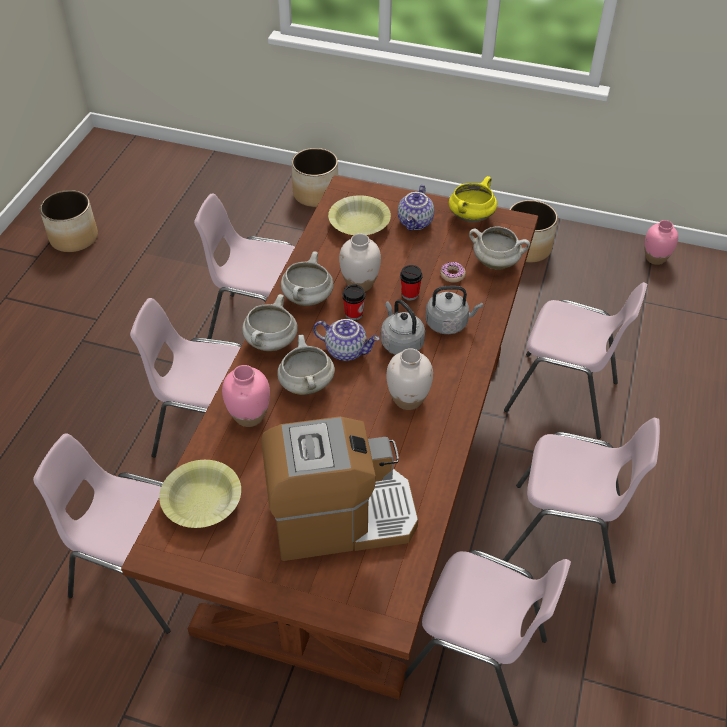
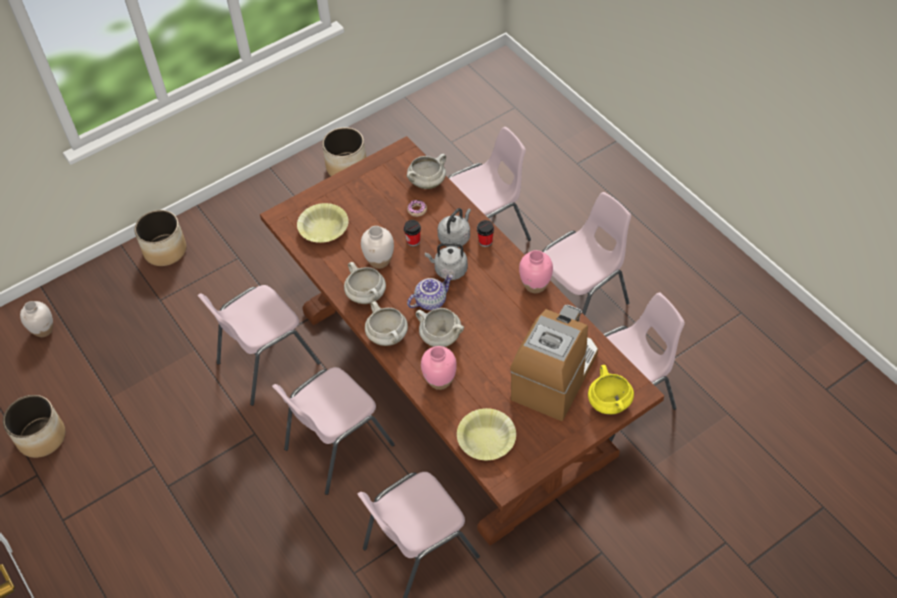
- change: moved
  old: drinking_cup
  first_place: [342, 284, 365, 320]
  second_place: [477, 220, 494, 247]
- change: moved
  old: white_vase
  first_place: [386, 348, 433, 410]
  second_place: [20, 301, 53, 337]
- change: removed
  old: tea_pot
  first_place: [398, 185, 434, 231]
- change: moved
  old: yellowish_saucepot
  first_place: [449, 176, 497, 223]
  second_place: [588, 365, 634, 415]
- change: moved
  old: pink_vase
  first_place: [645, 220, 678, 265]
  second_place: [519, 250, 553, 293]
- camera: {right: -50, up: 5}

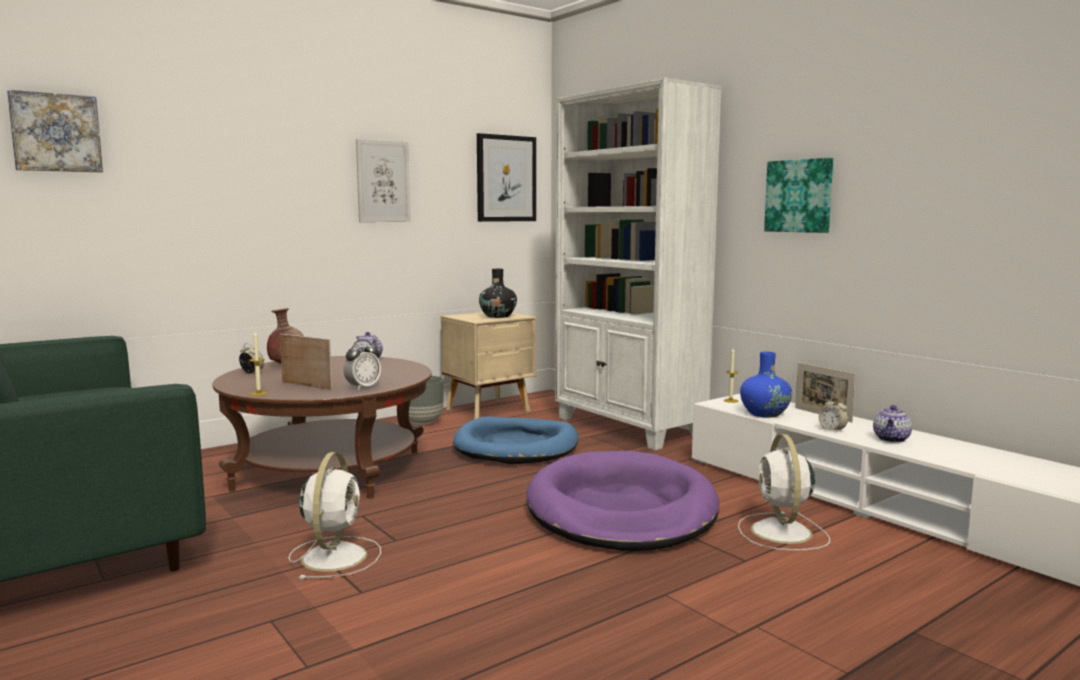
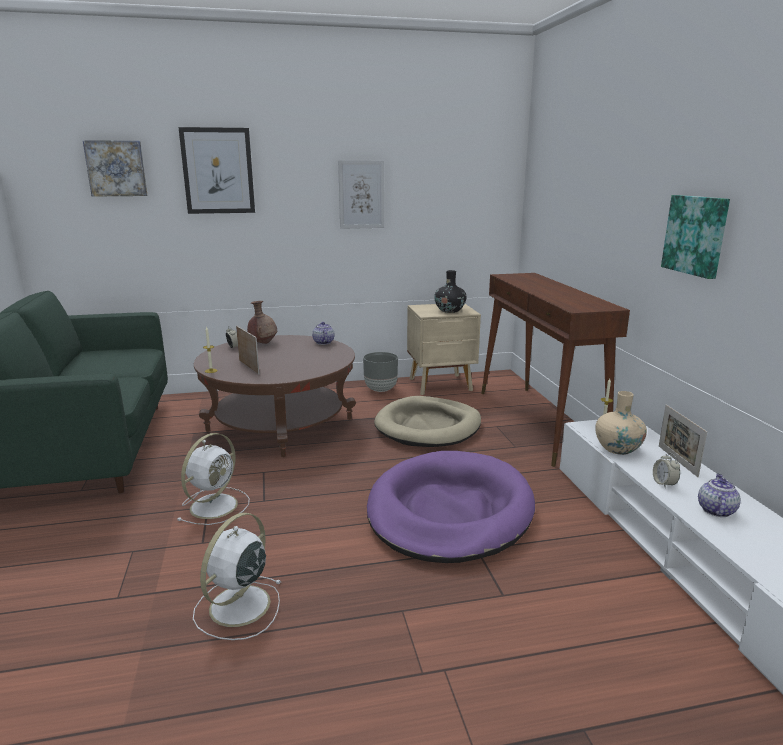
- change: removed
  old: alarm_clock
  first_place: [344, 340, 381, 390]
- change: recoloured
  old: bluish_dog_cushion
  new: sand-coloured_dog_cushion
  first_place: [453, 416, 578, 464]
  second_place: [374, 396, 481, 447]
- change: moved
  old: picture
  first_place: [477, 133, 536, 222]
  second_place: [178, 127, 255, 214]
- change: replaced
  old: white_shelving_unit
  new: brown-coloured_console_table
  first_place: [555, 78, 722, 450]
  second_place: [481, 273, 630, 467]
- change: moved
  old: white_fan
  first_place: [738, 434, 830, 551]
  second_place: [193, 512, 281, 640]
- change: recoloured
  old: bluish_vase
  new: sand-coloured_vase
  first_place: [740, 352, 792, 418]
  second_place: [595, 391, 647, 455]
- change: turned
  old: tea_pot
  first_place: [873, 405, 912, 443]
  second_place: [698, 474, 741, 517]
  degrees: 150
- camera: {right: 25, up: 10}

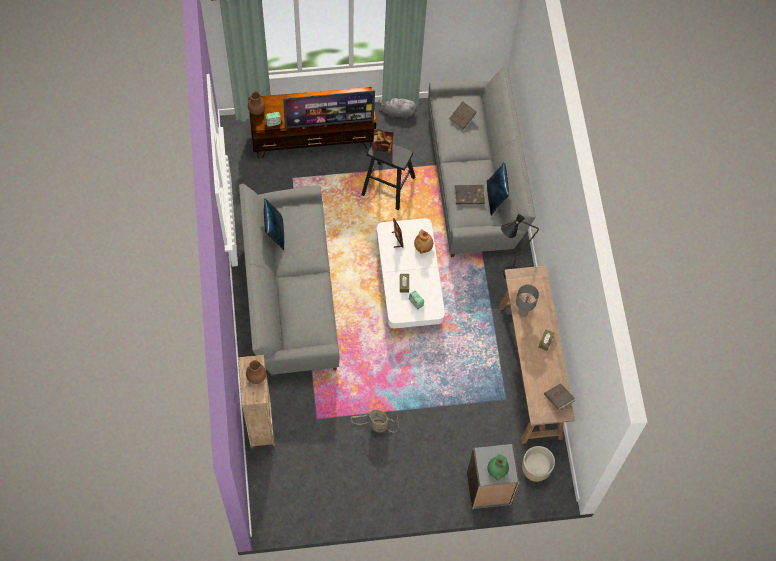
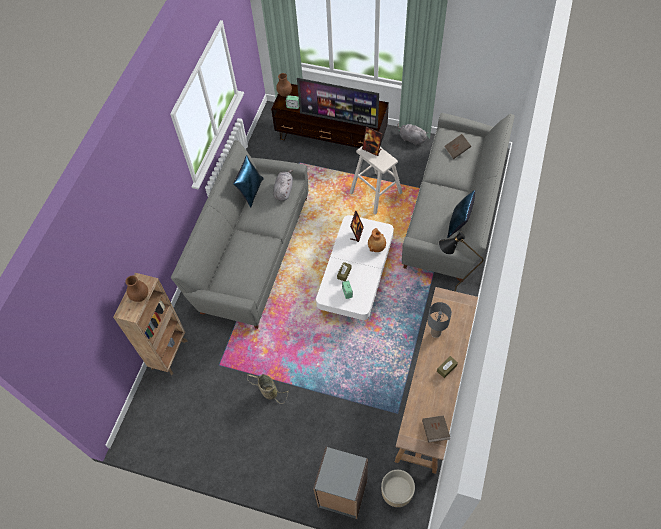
- change: recoloured
  old: black-coloured_stool
  new: sand-coloured_stool
  first_place: [361, 144, 415, 210]
  second_place: [350, 147, 403, 215]
- change: removed
  old: brown-coloured_volume
  first_place: [454, 185, 485, 204]
- change: removed
  old: green_vase
  first_place: [487, 455, 509, 481]
- change: added
  new: greyish_soft_toy
  second_place: [273, 169, 293, 201]
- camera: {right: 30, up: -5}

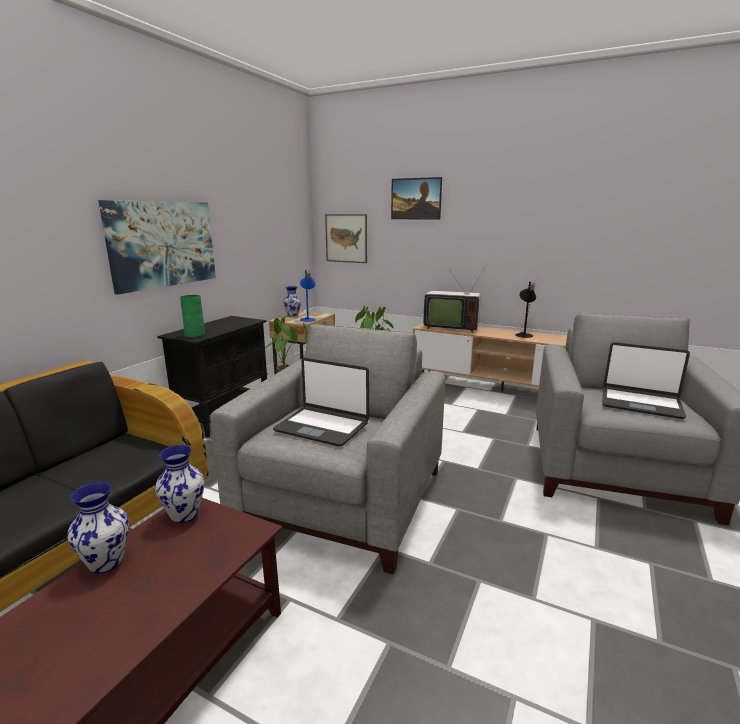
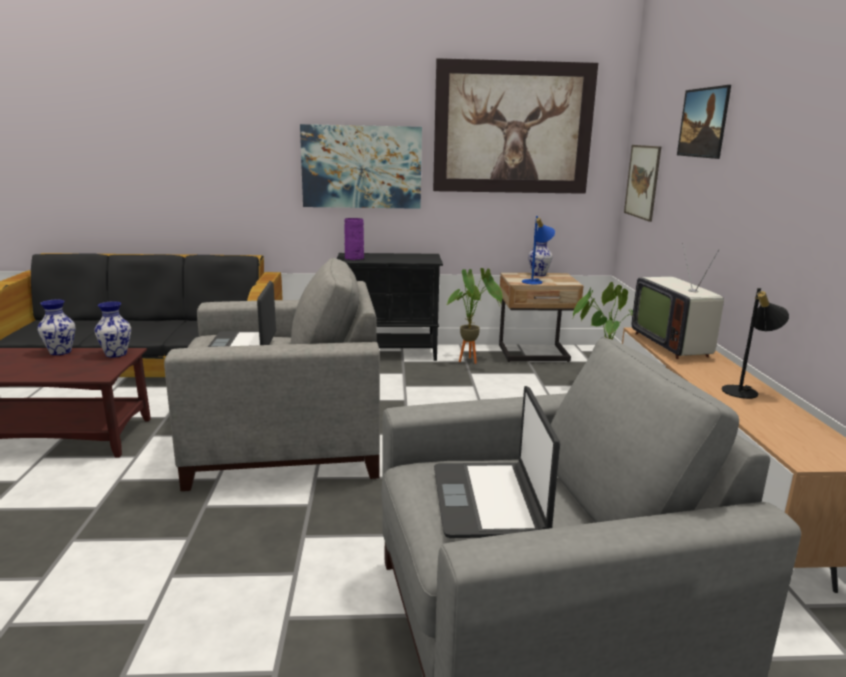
- change: recoloured
  old: green_vase
  new: purple-coloured_vase
  first_place: [180, 295, 205, 338]
  second_place: [344, 218, 364, 260]
- change: added
  new: picture
  second_place: [433, 58, 598, 194]
- camera: {right: 60, up: 0}

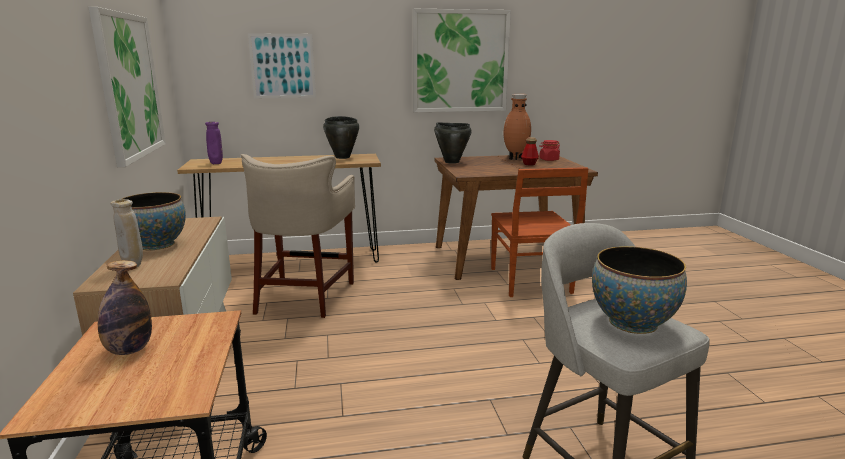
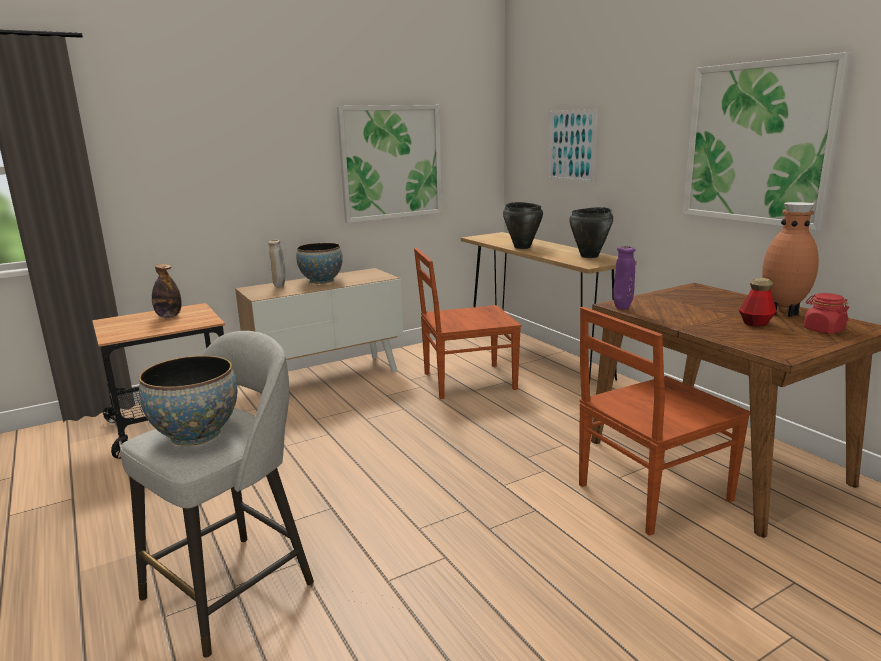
- change: moved
  old: purple-coloured_vase
  first_place: [205, 122, 223, 164]
  second_place: [613, 246, 635, 310]
- change: replaced
  old: sand-coloured_stool
  new: brown-coloured_upright_chair
  first_place: [241, 154, 355, 318]
  second_place: [414, 248, 521, 399]
- change: moved
  old: black-coloured_saucepot
  first_place: [434, 123, 472, 164]
  second_place: [503, 202, 543, 249]
- camera: {right: 70, up: 0}

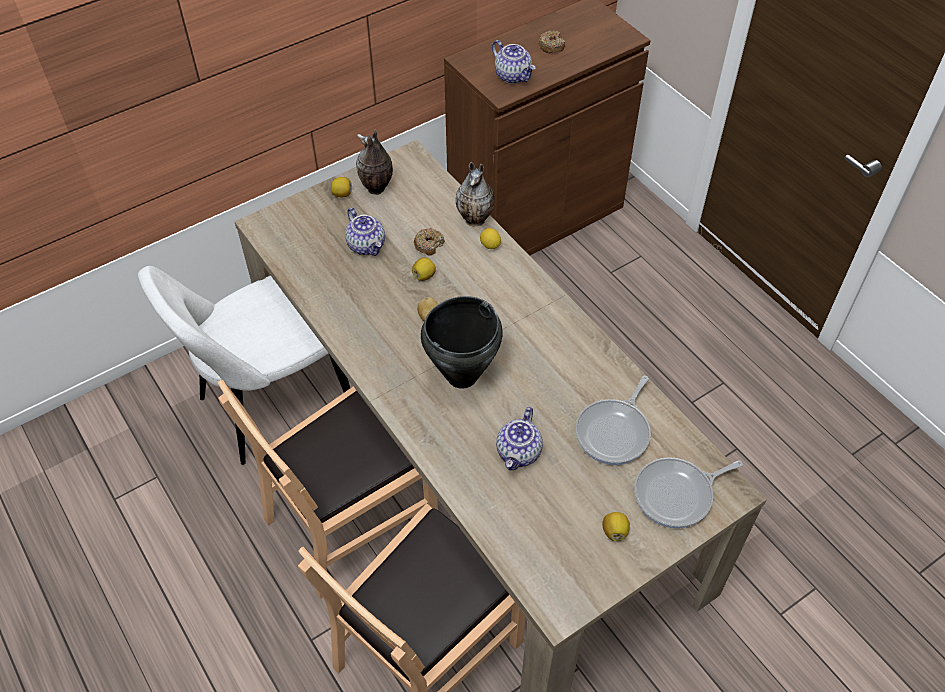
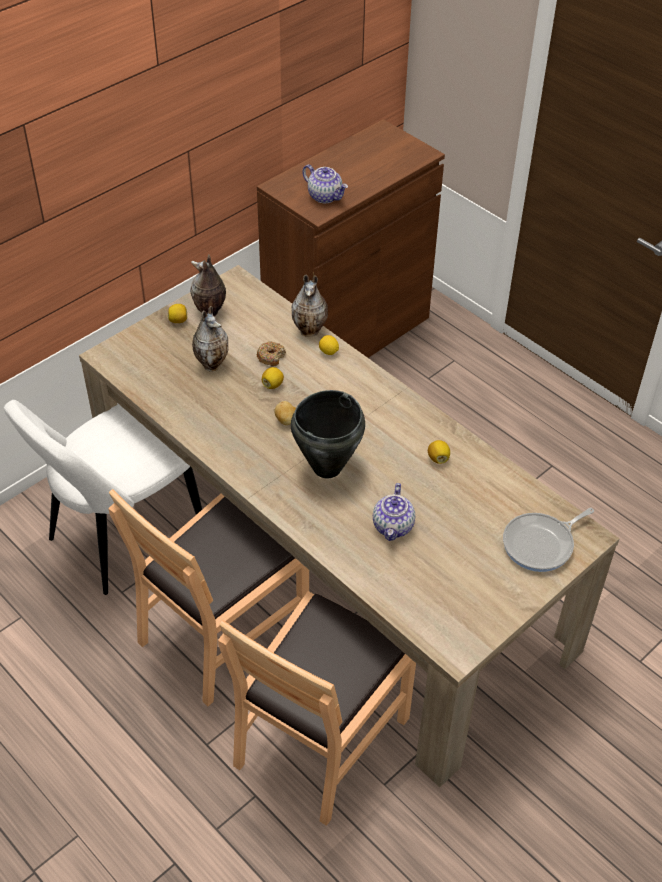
- change: replaced
  old: tea_pot
  new: vase
  first_place: [345, 208, 385, 256]
  second_place: [192, 306, 228, 372]
- change: removed
  old: doughnut
  first_place: [538, 30, 565, 53]
- change: removed
  old: frying_pan
  first_place: [576, 376, 651, 465]
- change: moved
  old: lemon
  first_place: [602, 512, 630, 541]
  second_place: [428, 440, 450, 464]
- camera: {right: -10, up: -5}

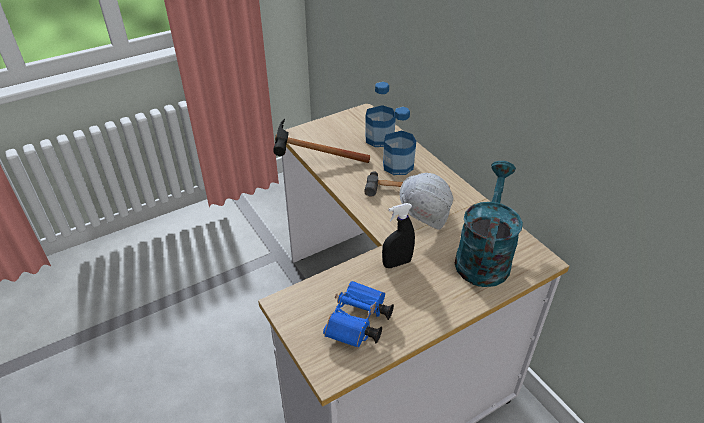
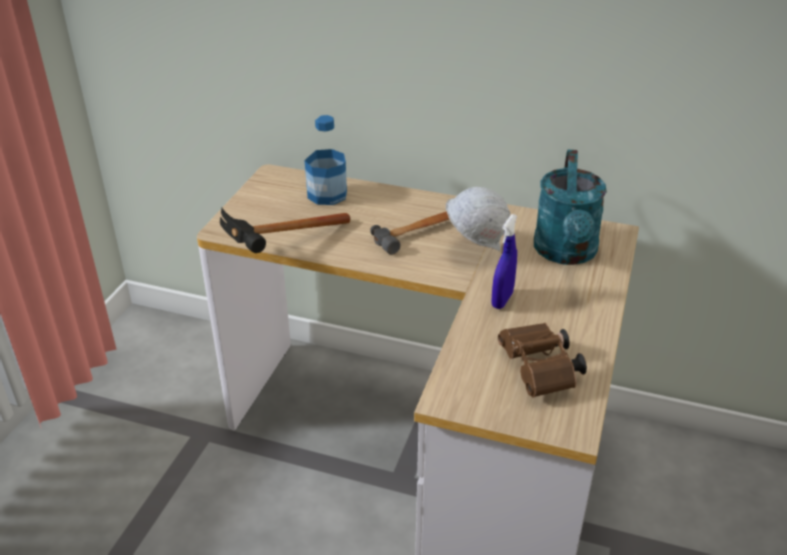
- change: recoloured
  old: bluish_field_glasses
  new: brown-coloured_field_glasses
  first_place: [323, 281, 394, 348]
  second_place: [498, 323, 587, 398]
- change: recoloured
  old: black-coloured_sprayer
  new: bluish_sprayer
  first_place: [382, 203, 415, 268]
  second_place: [491, 214, 517, 309]
- change: removed
  old: beverage_bottle
  first_place: [383, 107, 416, 175]
- change: turned
  old: turquoise-coloured_watering_pot
  first_place: [455, 161, 523, 287]
  second_place: [534, 150, 607, 265]
  degrees: -150
- camera: {right: -40, up: -5}

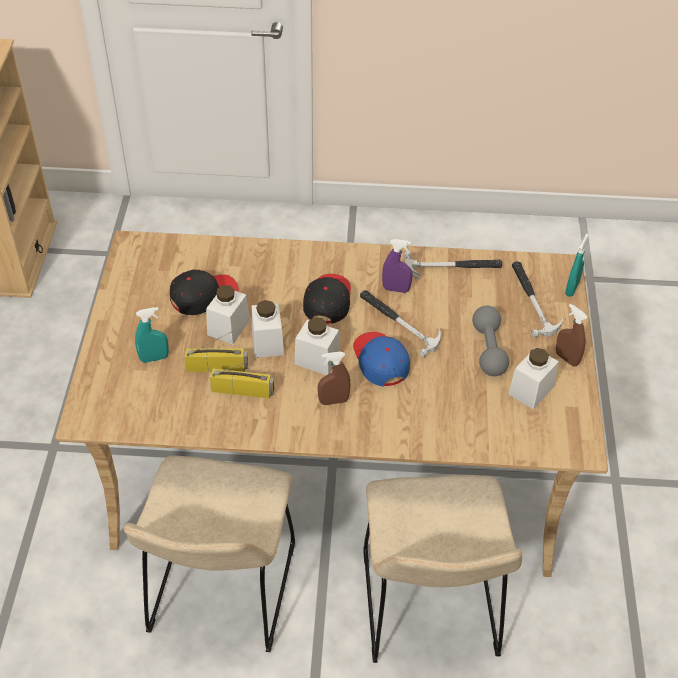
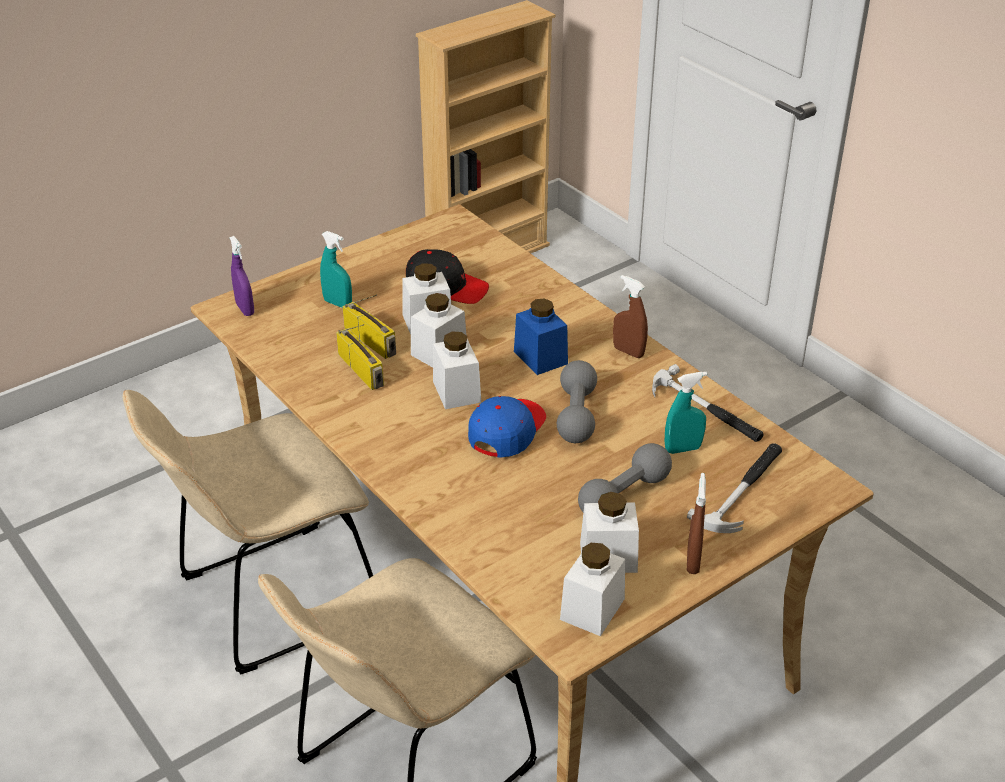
- change: replaced
  old: black-coloured_peaked_cap
  new: bluish_jar
  first_place: [303, 274, 351, 324]
  second_place: [514, 299, 568, 375]
- change: moved
  old: brown-coloured_sprayer
  first_place: [318, 352, 351, 405]
  second_place: [613, 275, 648, 358]
- change: replaced
  old: tool_hammer
  new: greyish_hand_weight
  first_place: [360, 290, 441, 357]
  second_place: [557, 360, 597, 443]
- change: moved
  old: purple-coloured_sprayer
  first_place: [382, 239, 412, 293]
  second_place: [230, 236, 254, 316]
- change: moved
  old: turquoise-coloured_sprayer
  first_place: [565, 233, 589, 297]
  second_place: [665, 372, 707, 454]
- change: added
  new: white_jar
  second_place: [560, 543, 625, 636]
- camera: {right: 50, up: -10}

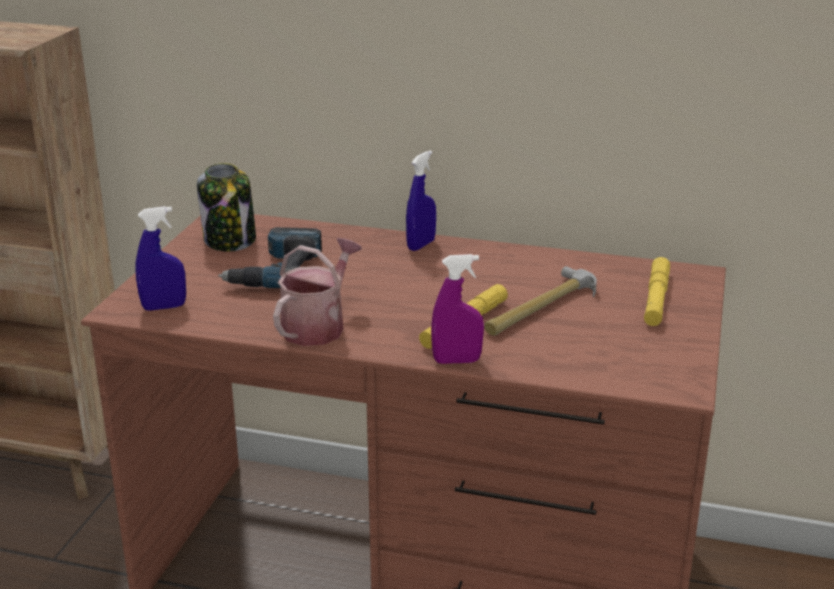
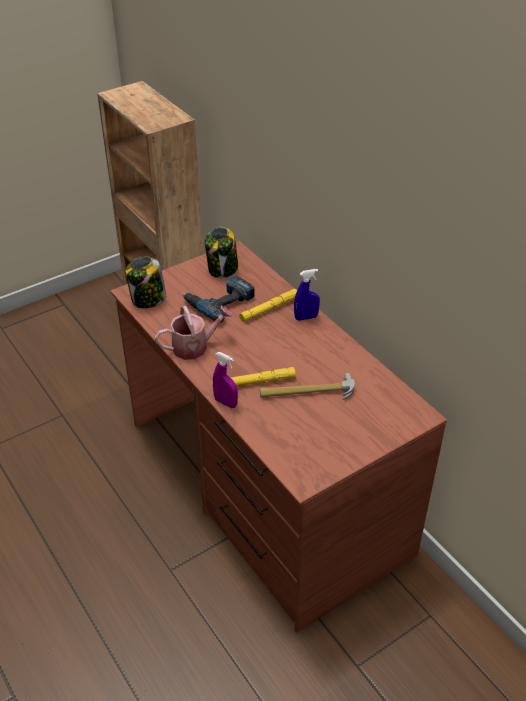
- change: replaced
  old: bluish_sprayer
  new: jar
  first_place: [135, 206, 186, 311]
  second_place: [125, 256, 166, 309]
- change: moved
  old: yellowish_hand_torch
  first_place: [644, 257, 670, 326]
  second_place: [239, 289, 297, 322]
- camera: {right: 40, up: 15}

